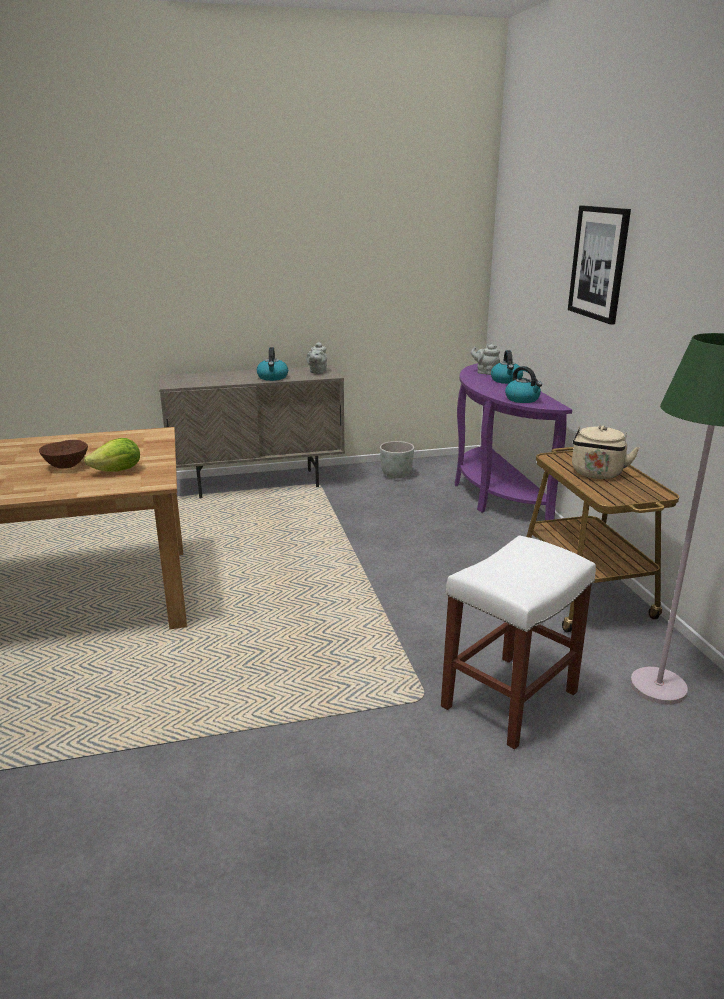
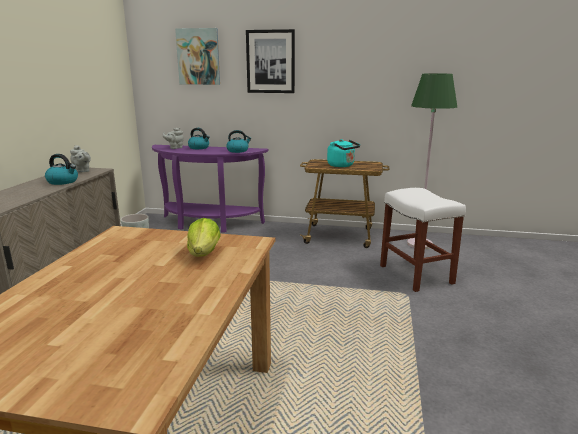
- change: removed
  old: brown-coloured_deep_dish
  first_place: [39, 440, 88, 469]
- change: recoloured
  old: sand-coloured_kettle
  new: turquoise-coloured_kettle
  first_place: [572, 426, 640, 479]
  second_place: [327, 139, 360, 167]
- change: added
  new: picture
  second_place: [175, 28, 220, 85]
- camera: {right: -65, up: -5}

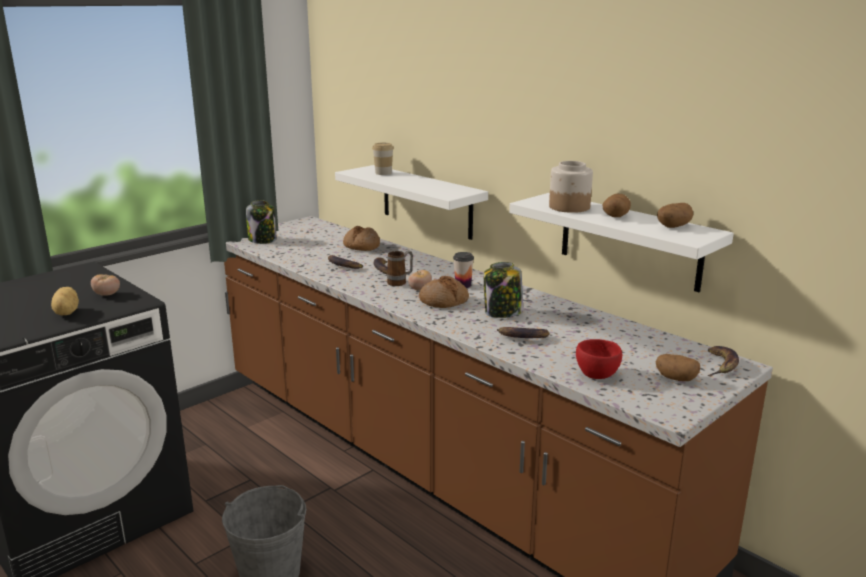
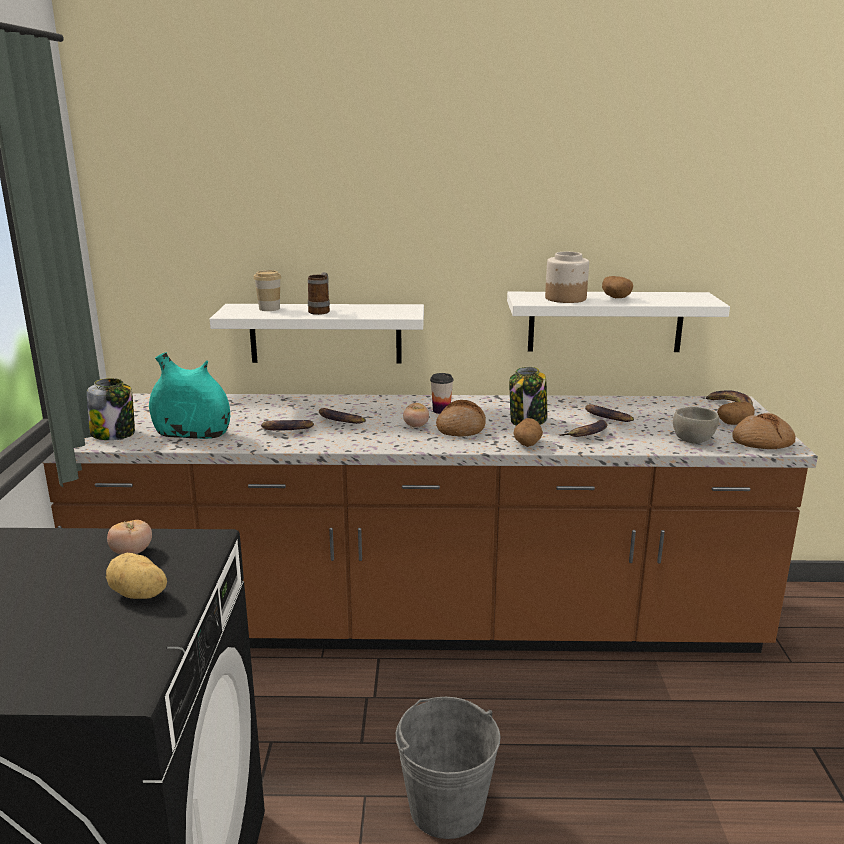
- change: moved
  old: bread
  first_place: [343, 226, 380, 251]
  second_place: [732, 413, 796, 449]
- change: moved
  old: mug
  first_place: [387, 250, 413, 286]
  second_place: [308, 272, 330, 315]
- change: recoloured
  old: reddish_deep_dish
  new: greyish_deep_dish
  first_place: [576, 339, 622, 379]
  second_place: [673, 407, 719, 444]
- change: moved
  old: spud
  first_place: [657, 203, 693, 228]
  second_place: [513, 418, 543, 447]
- change: added
  new: turquoise-coloured_vase
  second_place: [149, 352, 230, 439]
- change: added
  new: banana
  second_place: [585, 404, 634, 422]
- camera: {right: -45, up: 0}

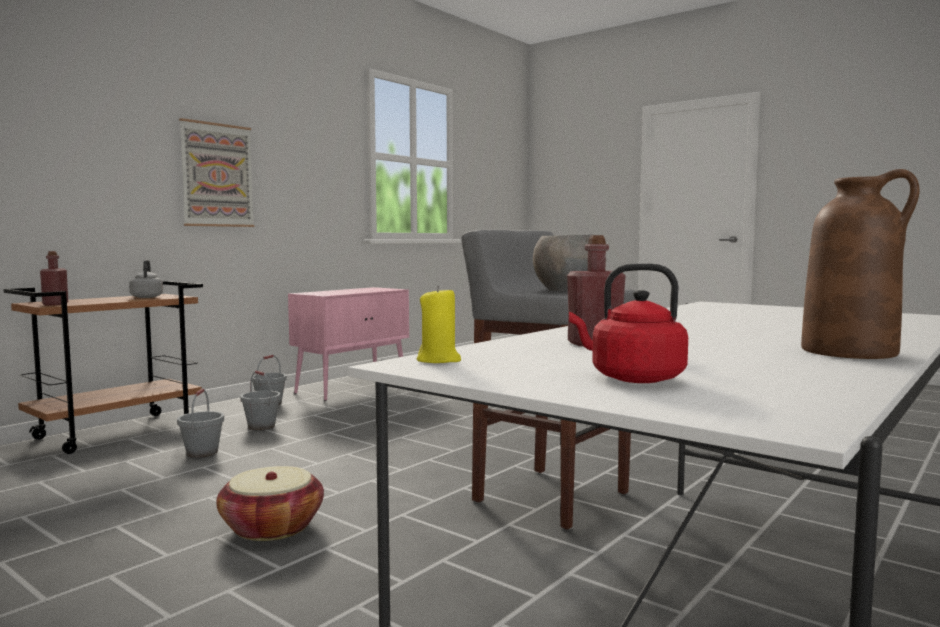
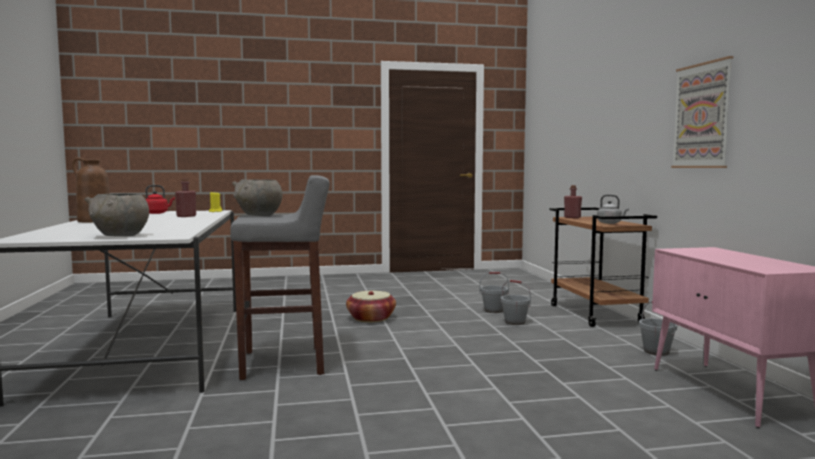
- change: moved
  old: greyish_bucket
  first_place: [240, 371, 281, 430]
  second_place: [479, 272, 509, 313]
- change: added
  new: greyish_deep_dish
  second_place: [84, 194, 149, 237]
- camera: {right: 130, up: 0}

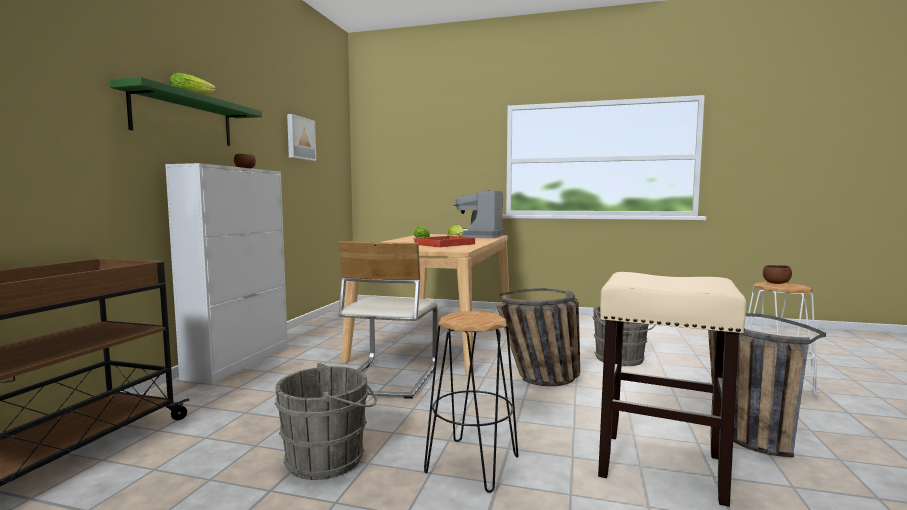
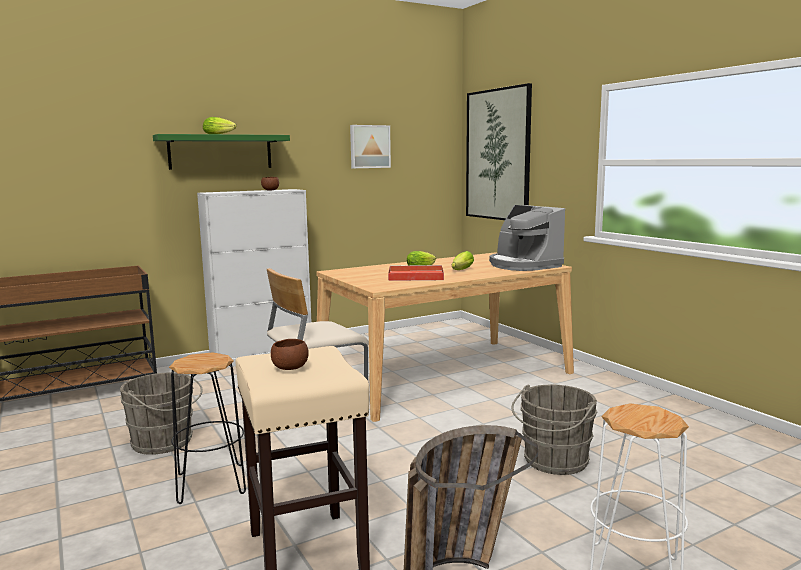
- change: turned
  old: coffee_machine
  first_place: [454, 190, 505, 238]
  second_place: [489, 205, 565, 271]
  degrees: -90
- change: removed
  old: basket
  first_place: [497, 288, 580, 386]
- change: moved
  old: brown-coloured_deep_dish
  first_place: [763, 265, 792, 284]
  second_place: [271, 339, 309, 370]
- change: added
  new: picture
  second_place: [466, 83, 532, 220]
- camera: {right: 45, up: 5}

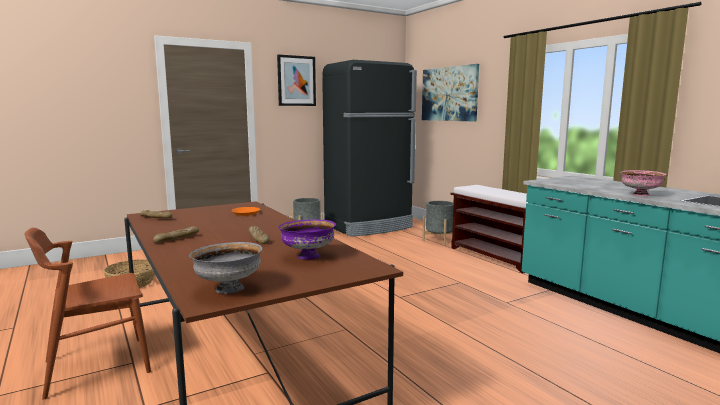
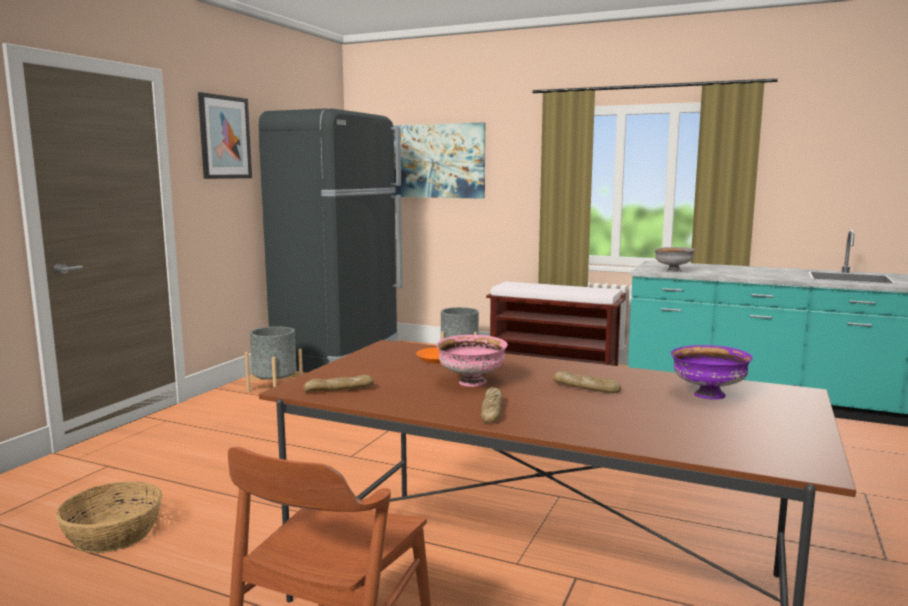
- change: moved
  old: greyish_deep_dish
  first_place: [189, 242, 262, 294]
  second_place: [654, 247, 695, 272]
- change: moved
  old: pink_deep_dish
  first_place: [620, 170, 666, 196]
  second_place: [436, 335, 508, 387]
- camera: {right: -35, up: 0}

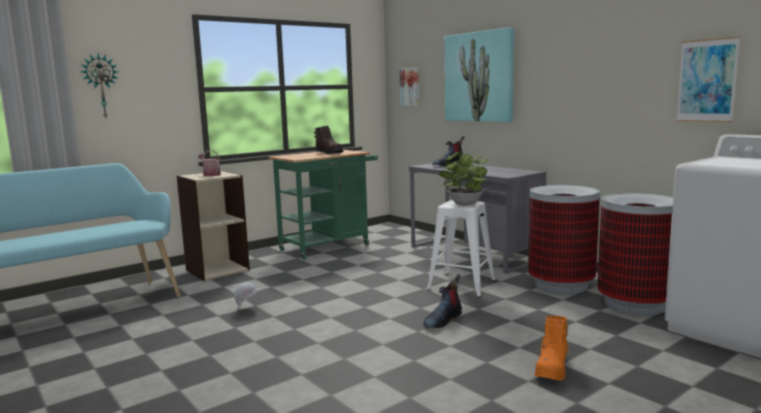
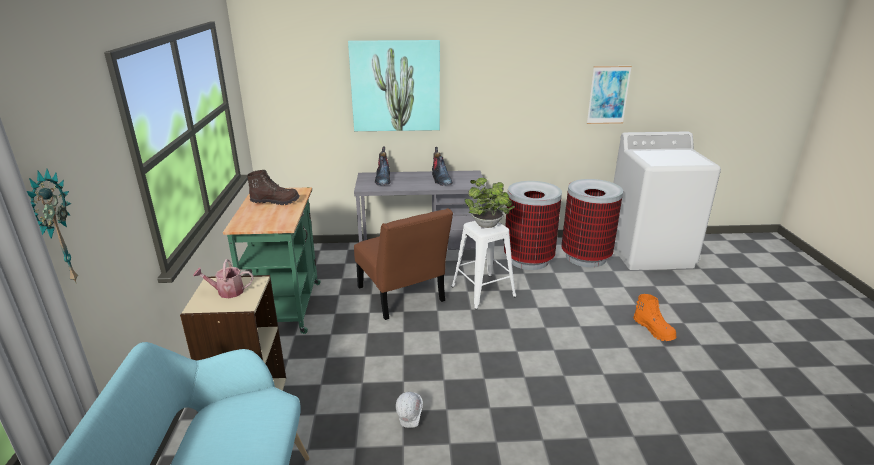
- change: removed
  old: picture
  first_place: [399, 67, 419, 106]
- change: moved
  old: tall_boot
  first_place: [423, 275, 462, 328]
  second_place: [432, 147, 453, 186]
- change: added
  new: brown-coloured_upright_chair
  second_place: [354, 208, 453, 320]
- camera: {right: -55, up: 15}

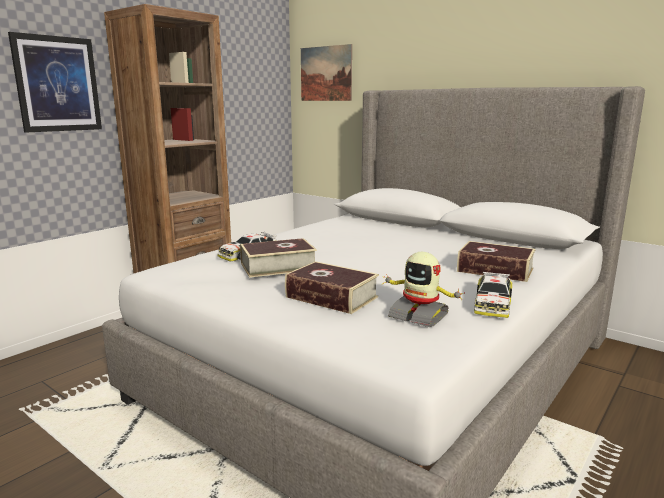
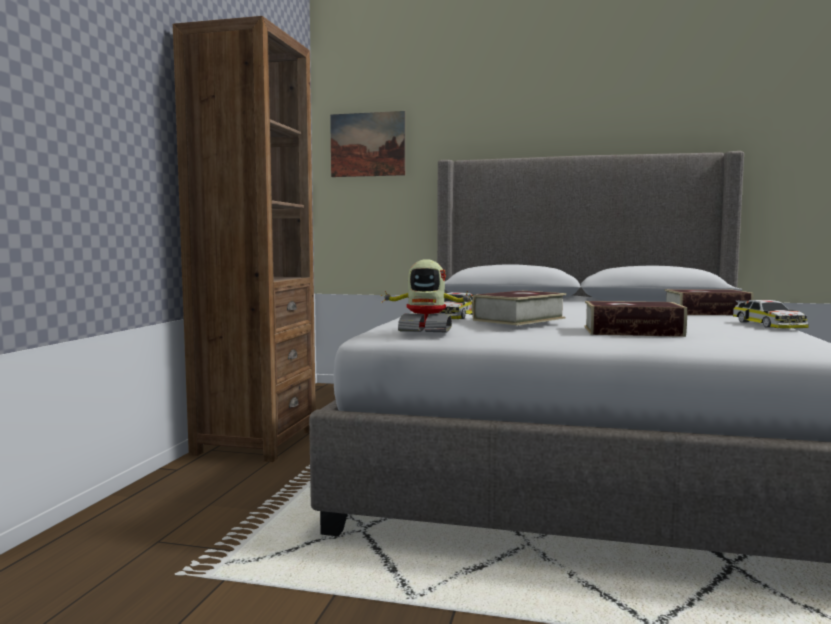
- change: removed
  old: picture
  first_place: [8, 32, 102, 132]
- change: moved
  old: robot_figure
  first_place: [383, 252, 465, 327]
  second_place: [380, 259, 473, 332]
- camera: {right: -25, up: -10}

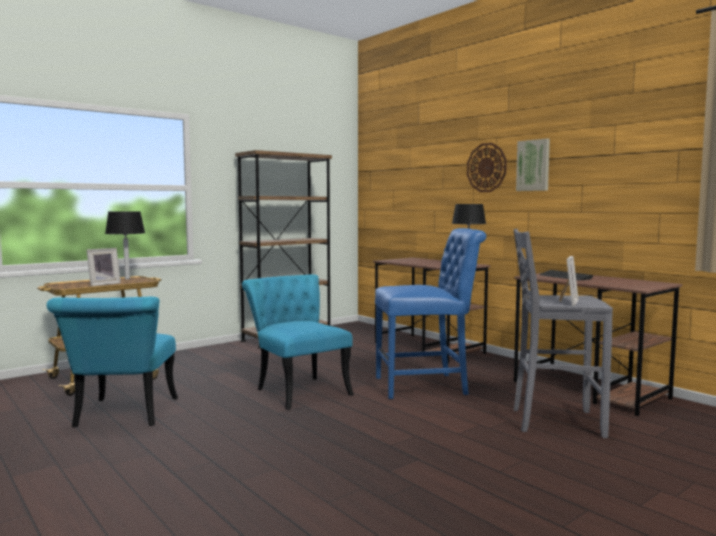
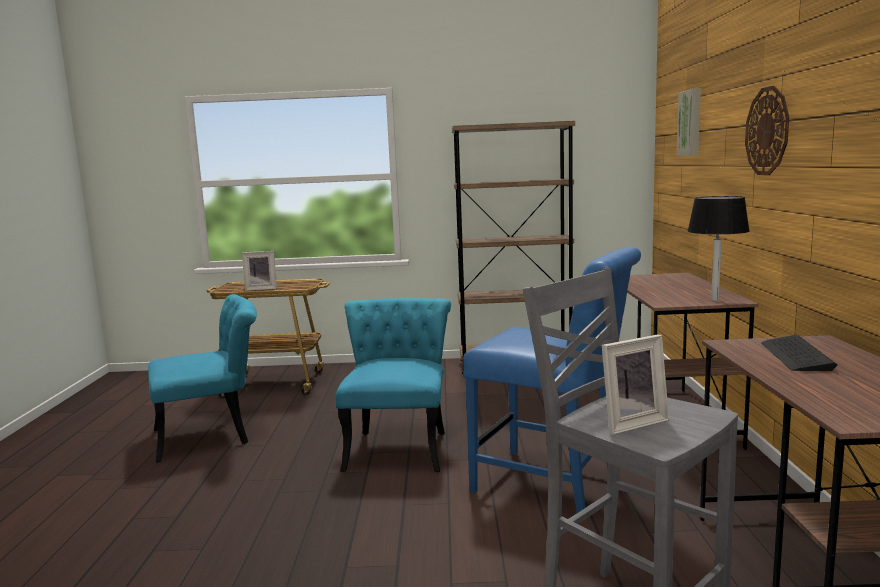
- change: turned
  old: turquoise-coloured_upright_chair
  first_place: [47, 297, 178, 428]
  second_place: [148, 294, 257, 462]
  degrees: -150
- change: removed
  old: black-coloured_lamp_for_a_table
  first_place: [105, 211, 145, 279]
- change: moved
  old: picture
  first_place: [516, 139, 550, 191]
  second_place: [677, 88, 701, 156]
- camera: {right: 40, up: 5}

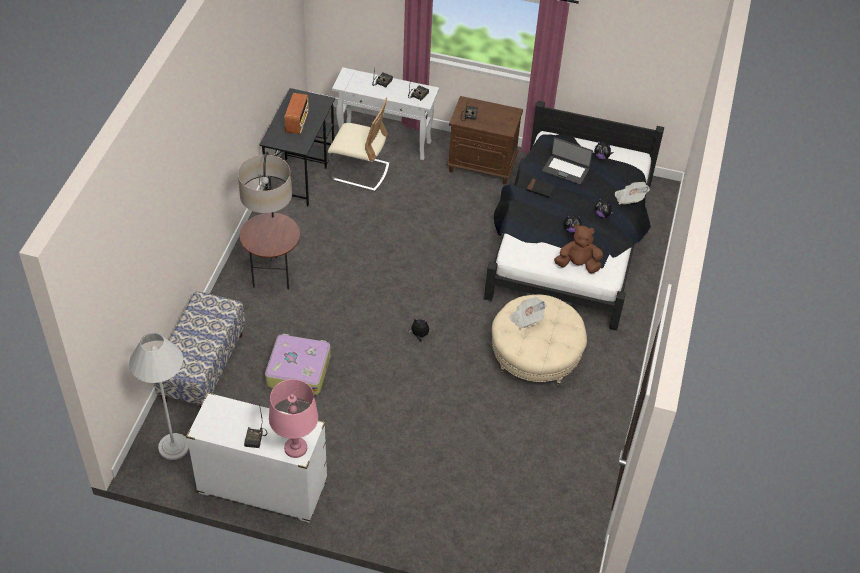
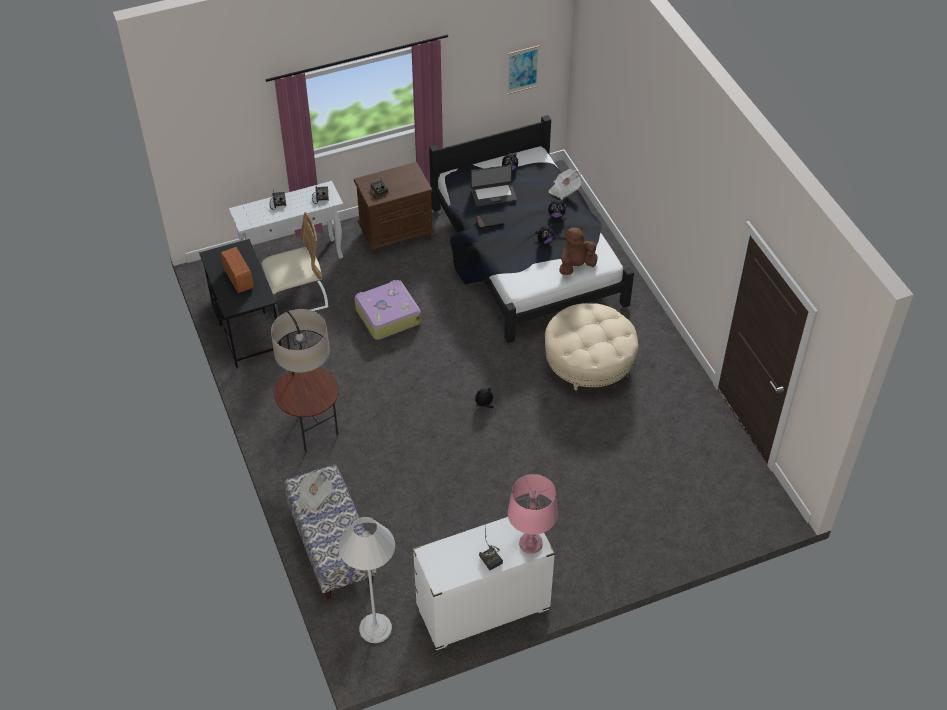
- change: moved
  old: travel_case
  first_place: [265, 334, 331, 395]
  second_place: [355, 280, 421, 340]
- change: moved
  old: daily_paper
  first_place: [509, 297, 547, 329]
  second_place: [296, 472, 332, 512]
- change: added
  new: picture
  second_place: [507, 45, 539, 94]
- camera: {right: -35, up: 0}

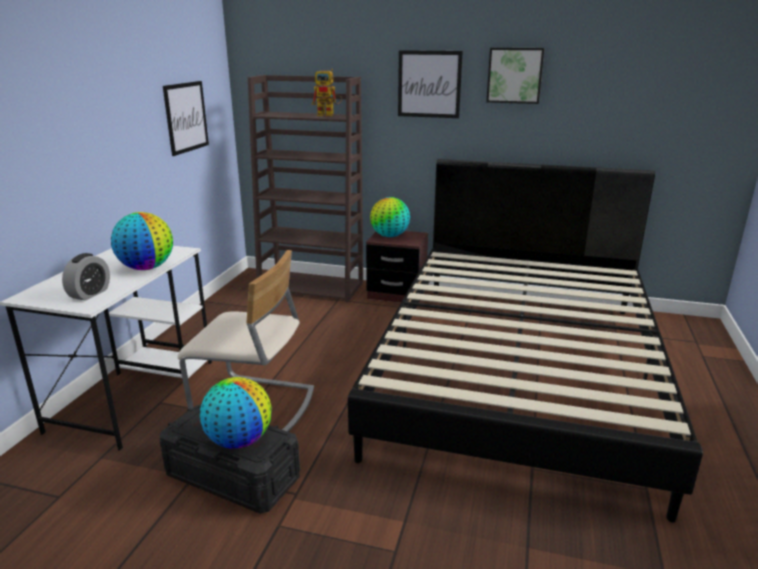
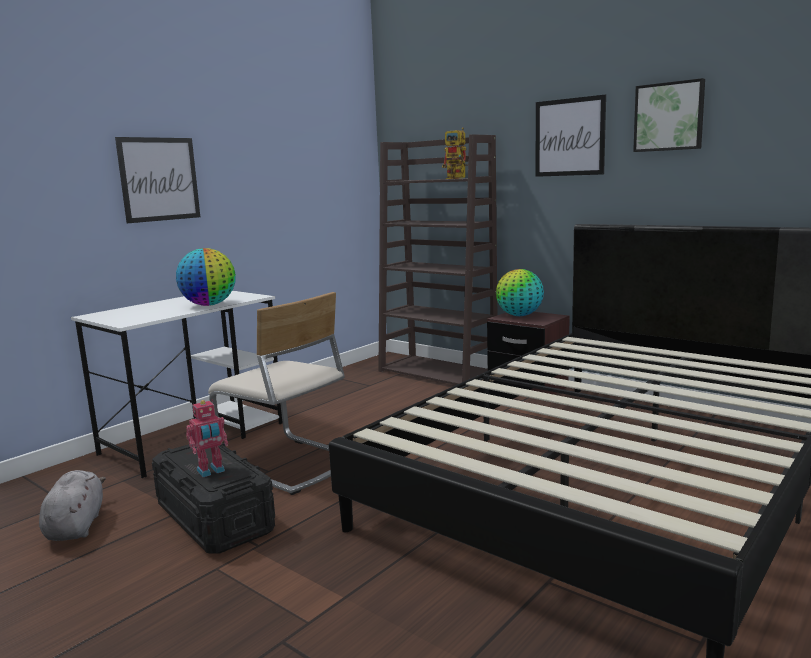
- change: removed
  old: alarm_clock
  first_place: [62, 253, 110, 301]
- change: moved
  old: picture
  first_place: [163, 81, 209, 156]
  second_place: [115, 137, 200, 223]
- change: replaced
  old: desk_globe
  new: robot_figure
  first_place: [200, 377, 272, 449]
  second_place: [186, 400, 228, 477]
- change: added
  new: greyish_soft_toy
  second_place: [39, 470, 106, 541]
- camera: {right: 25, up: -10}

